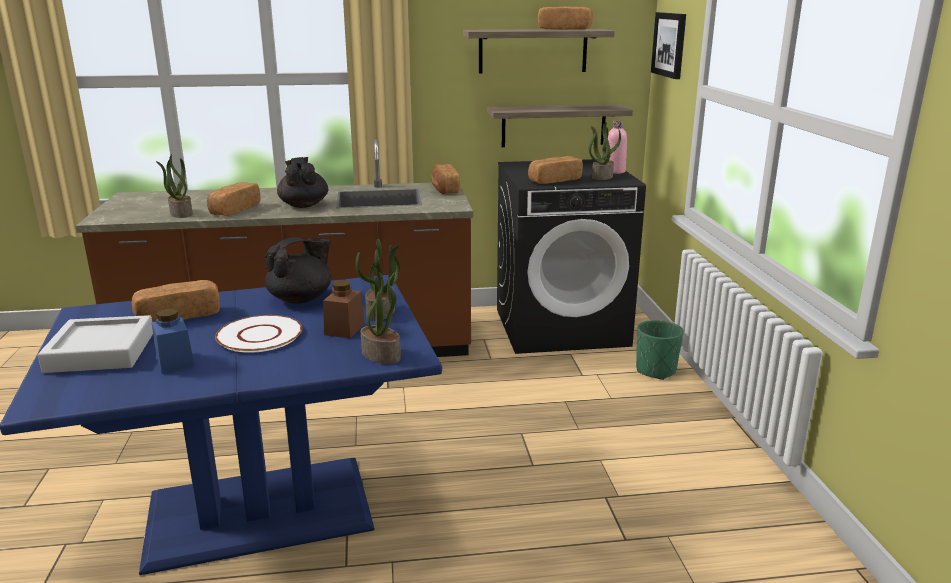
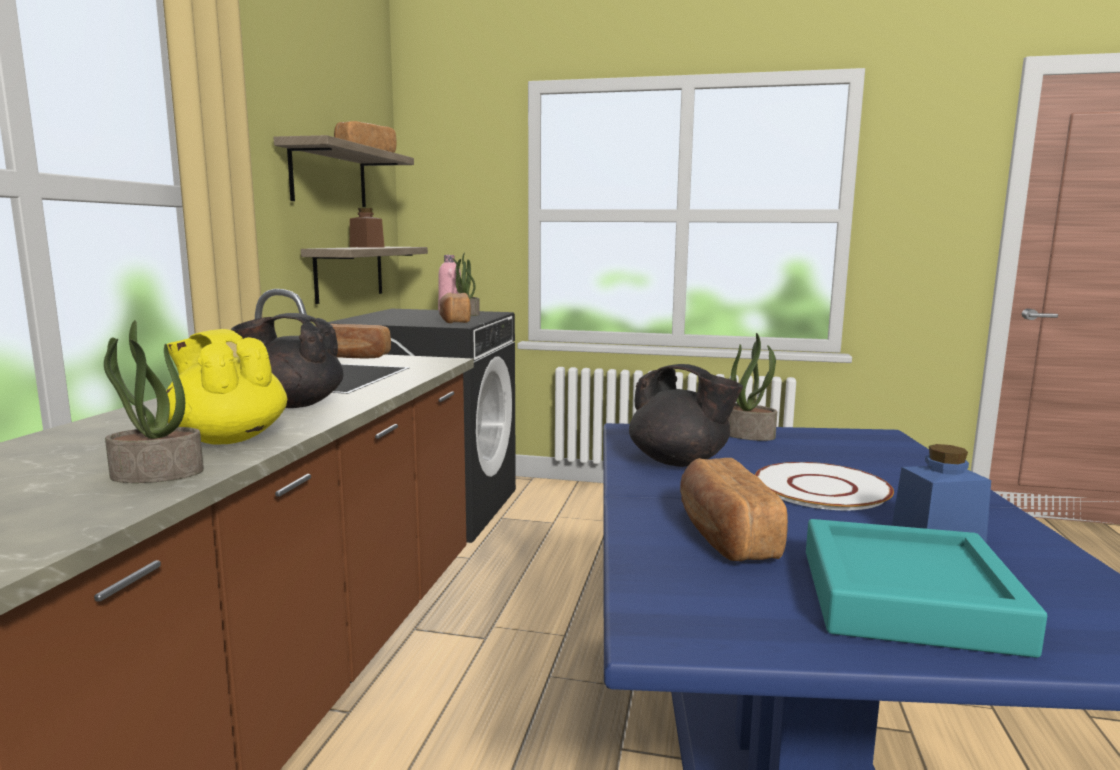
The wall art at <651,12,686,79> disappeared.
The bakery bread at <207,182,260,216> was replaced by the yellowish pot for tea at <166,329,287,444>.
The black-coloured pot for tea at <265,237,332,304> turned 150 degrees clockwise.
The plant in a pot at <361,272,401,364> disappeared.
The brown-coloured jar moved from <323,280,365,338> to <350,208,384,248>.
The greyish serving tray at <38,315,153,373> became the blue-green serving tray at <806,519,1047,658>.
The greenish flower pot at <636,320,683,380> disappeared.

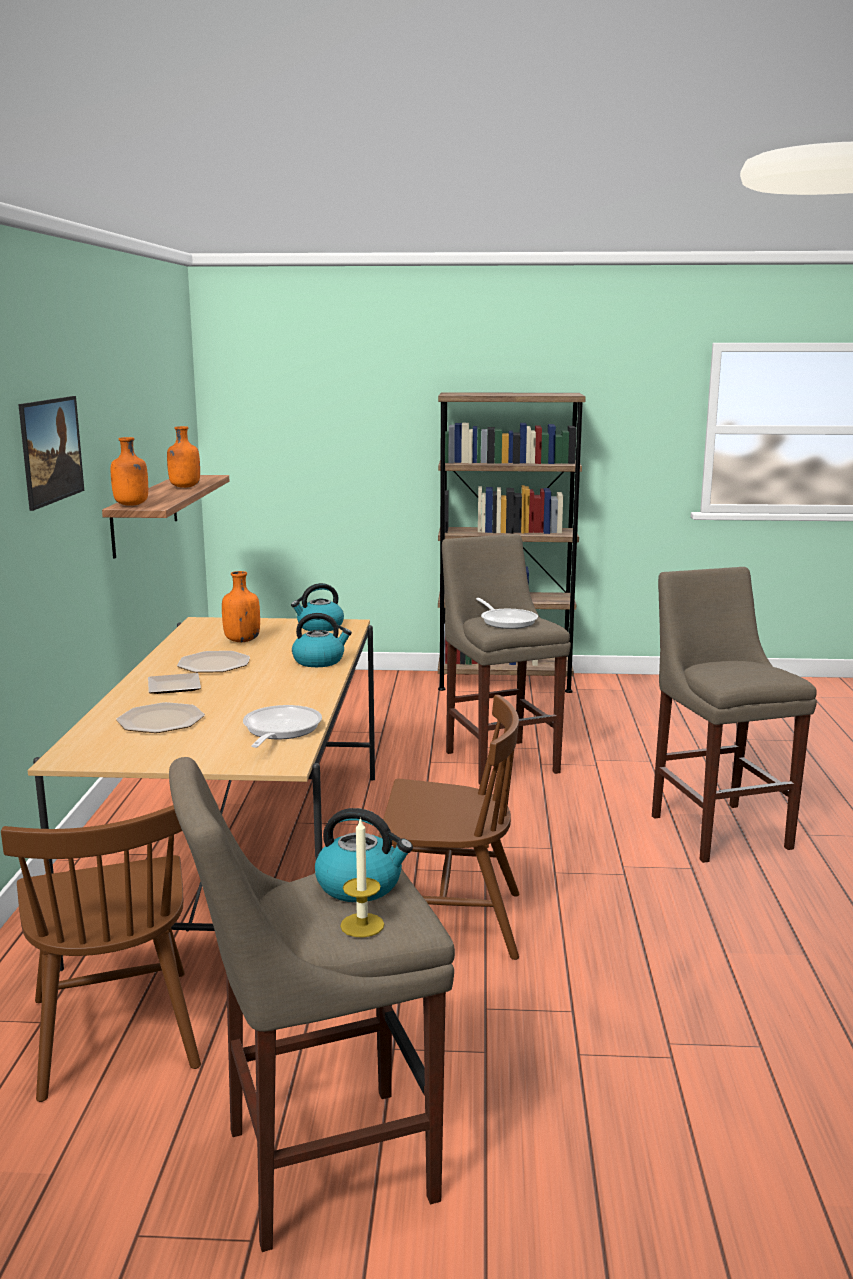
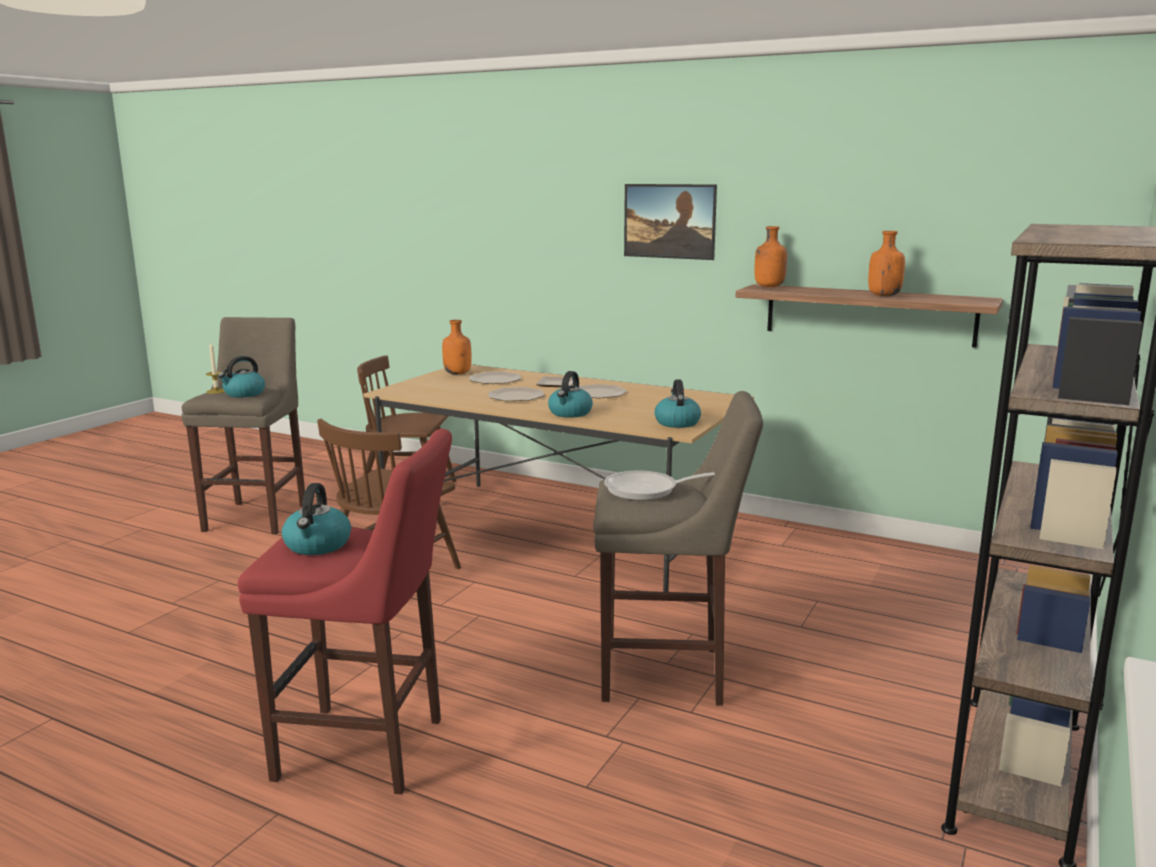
The beige sitting stool at <652,567,817,863> became the red sitting stool at <238,429,452,794>.
The orange drink bottle moved from <222,571,260,642> to <442,320,471,374>.
The skillet at <243,705,322,748> disappeared.
The dinner plate at <488,387,544,401> appeared.
The kettle at <282,483,351,555> appeared.

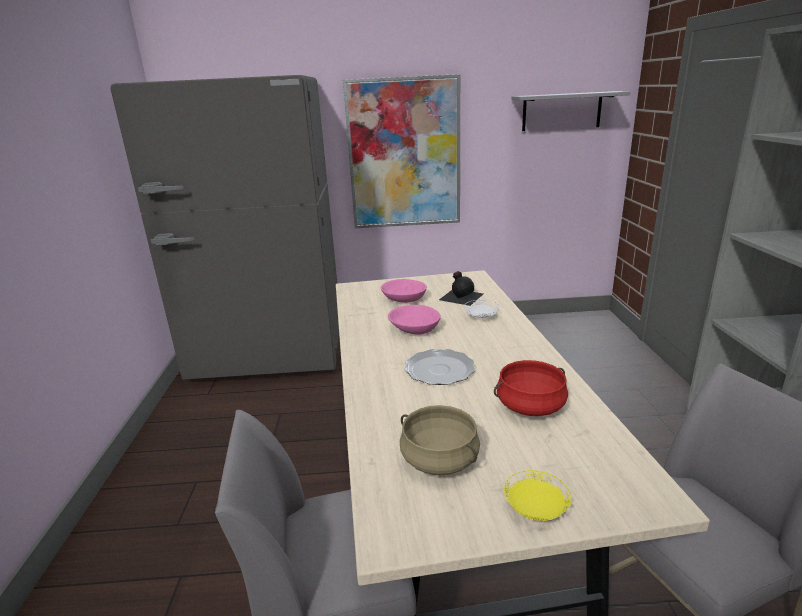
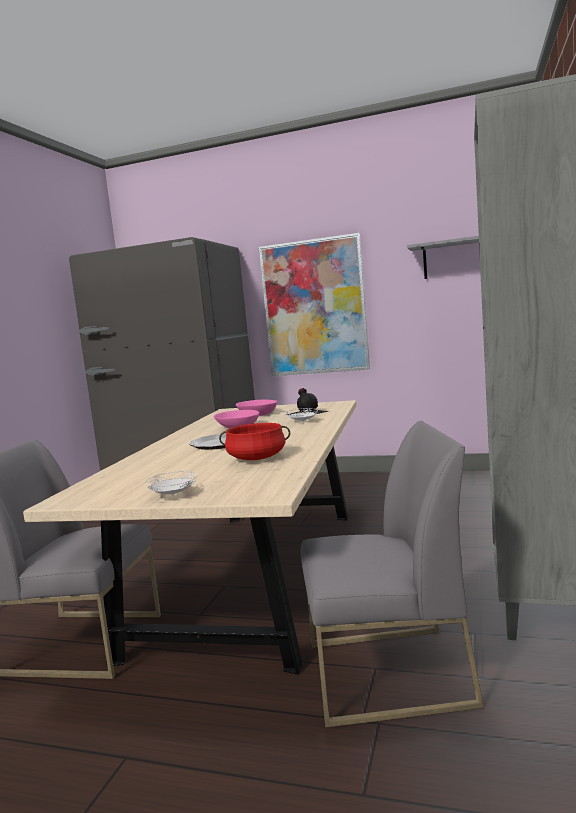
The beige cooking pot at <400,405,480,475> disappeared.
The yellowish dinner plate at <504,470,571,521> became the whitish dinner plate at <145,471,198,496>.

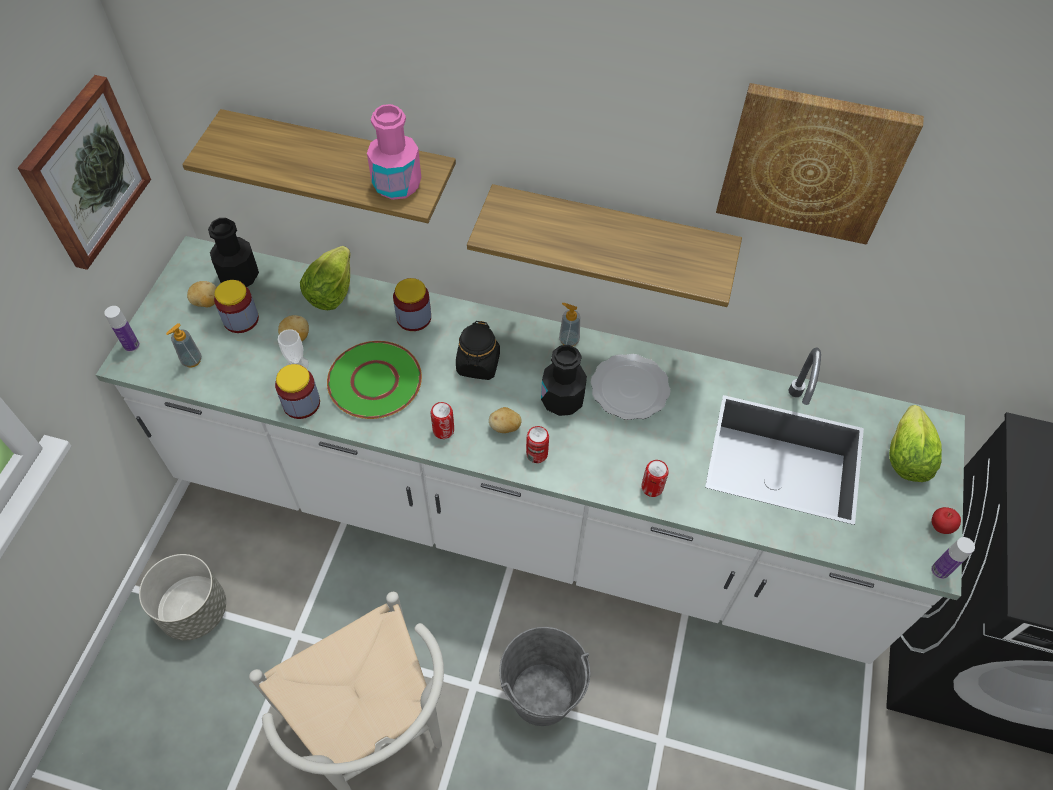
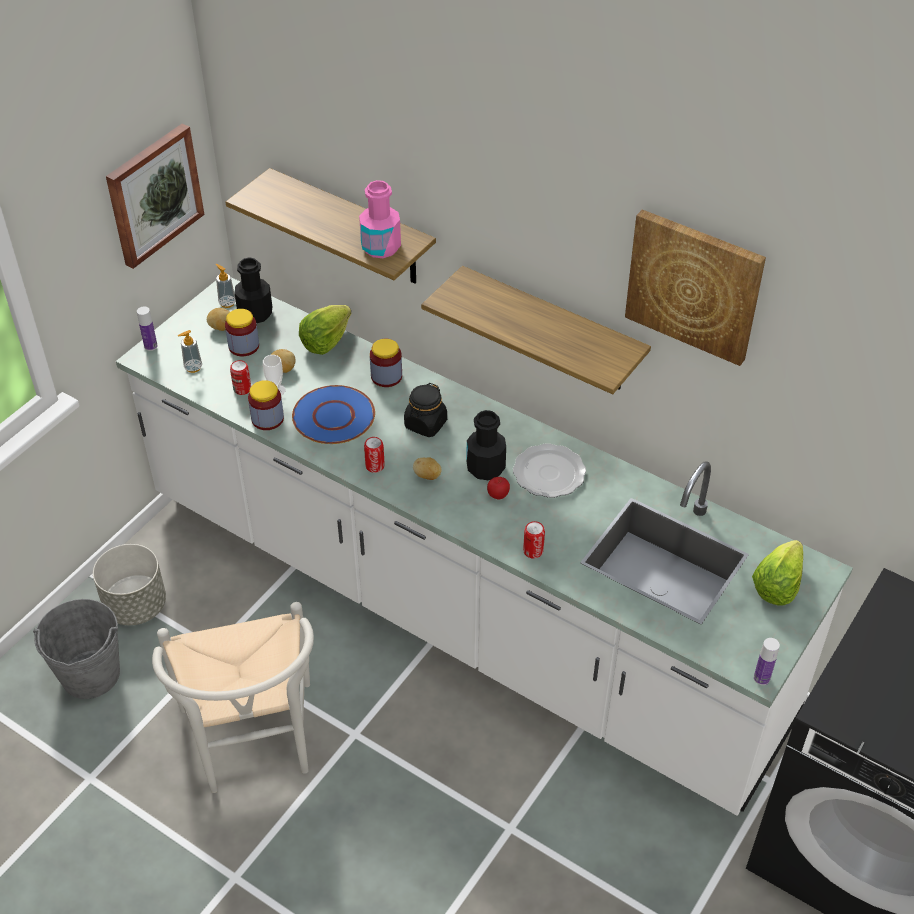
The soap dispenser moved from <559,303,580,346> to <215,264,236,308>.
The greenish dinner plate at <327,341,422,419> became the bluish dinner plate at <292,385,375,444>.
The can moved from <526,426,549,463> to <230,360,251,395>.
The apple moved from <932,507,961,534> to <487,477,510,500>.
The greyish bucket moved from <499,627,590,726> to <33,599,120,699>.

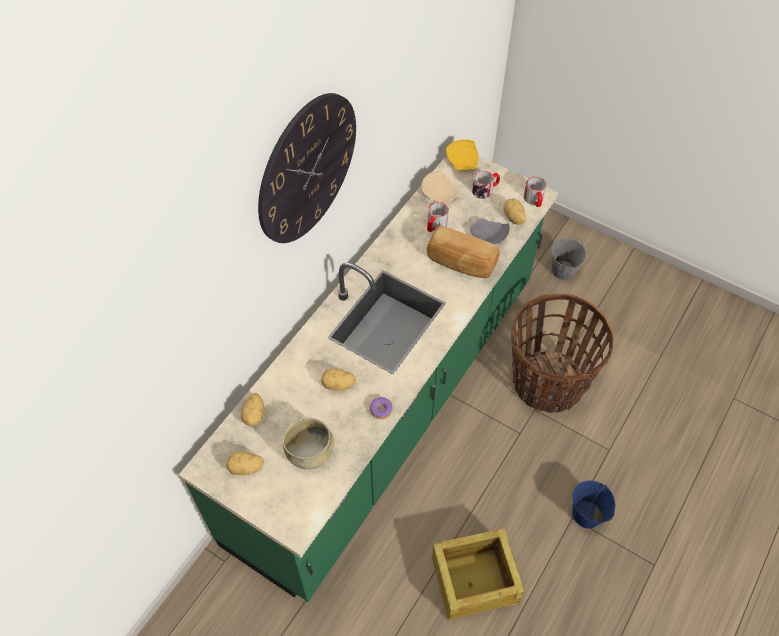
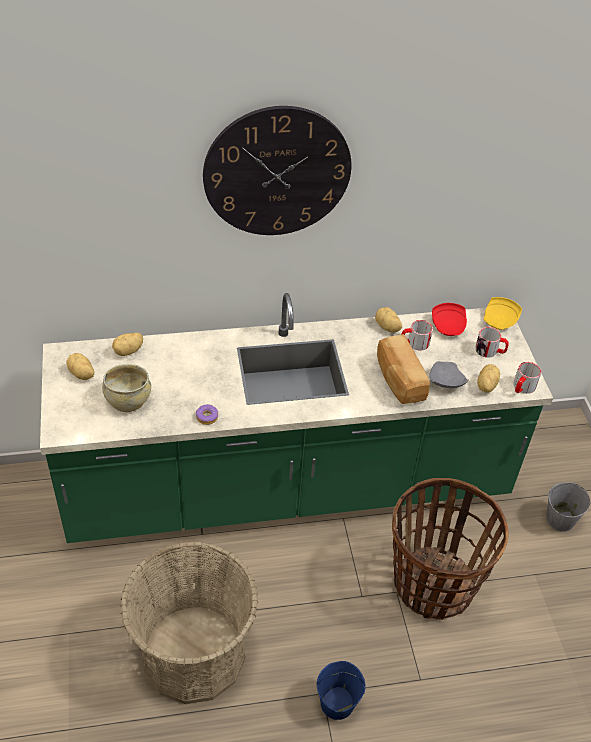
The beige dinner plate at <421,170,458,203> became the red dinner plate at <432,303,467,336>.
The whole potato moved from <321,368,356,391> to <375,307,402,333>.
The crate at <432,528,524,620> was replaced by the household basket at <120,541,258,704>.

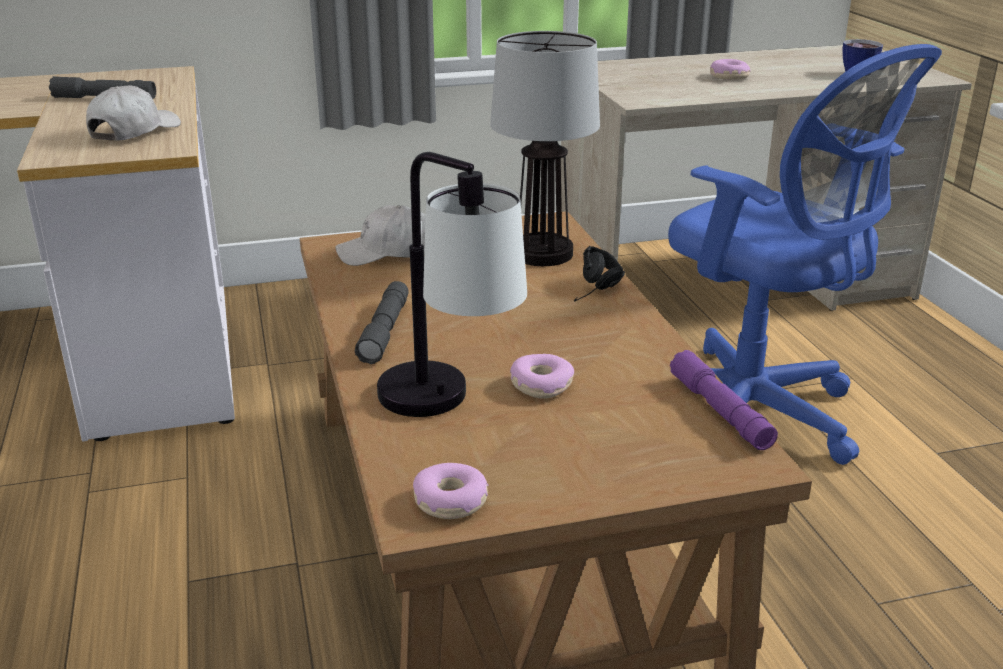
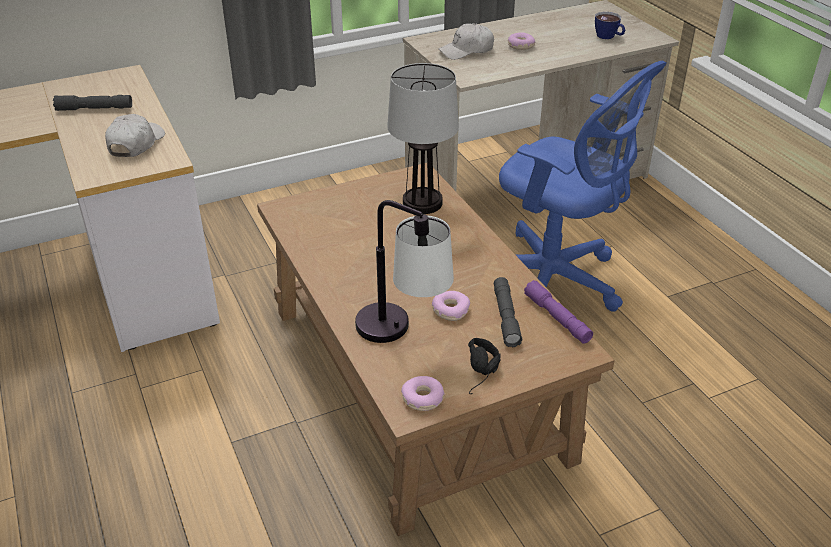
The whitish cap moved from <335,205,426,266> to <439,23,494,60>.
The black-coloured headphones moved from <574,246,625,302> to <468,338,501,394>.
The greyish hand torch moved from <355,281,409,364> to <494,277,523,347>.

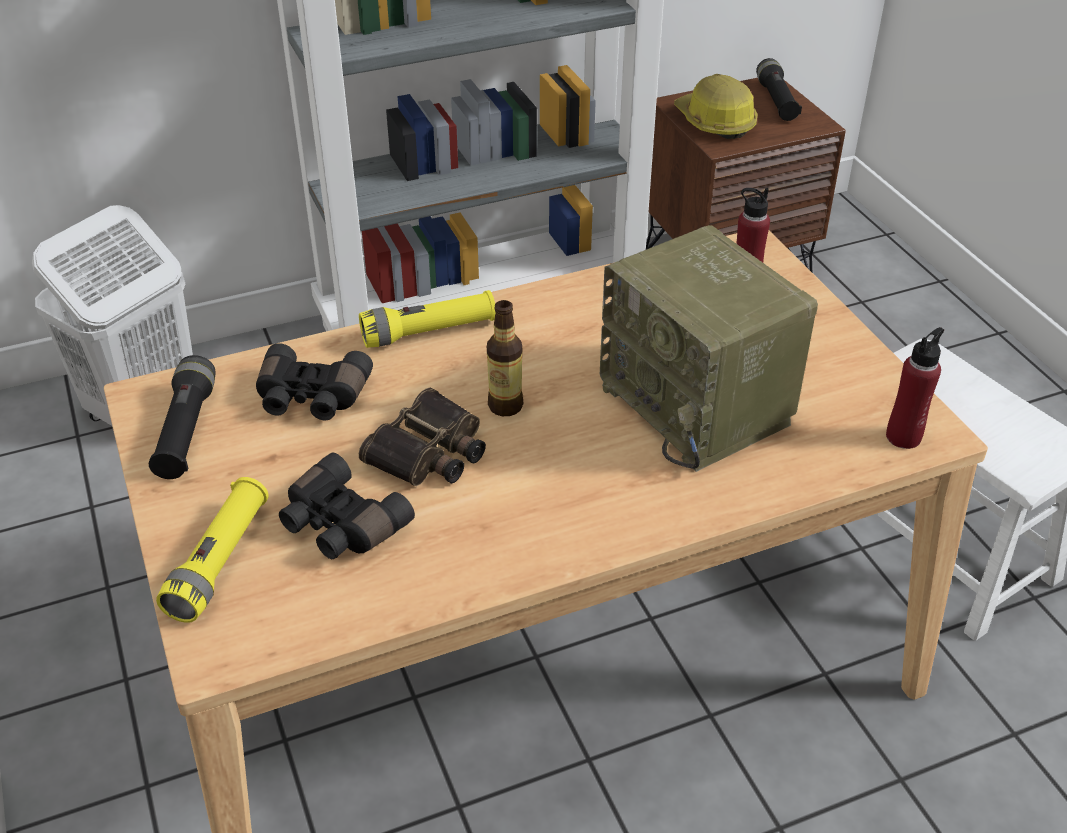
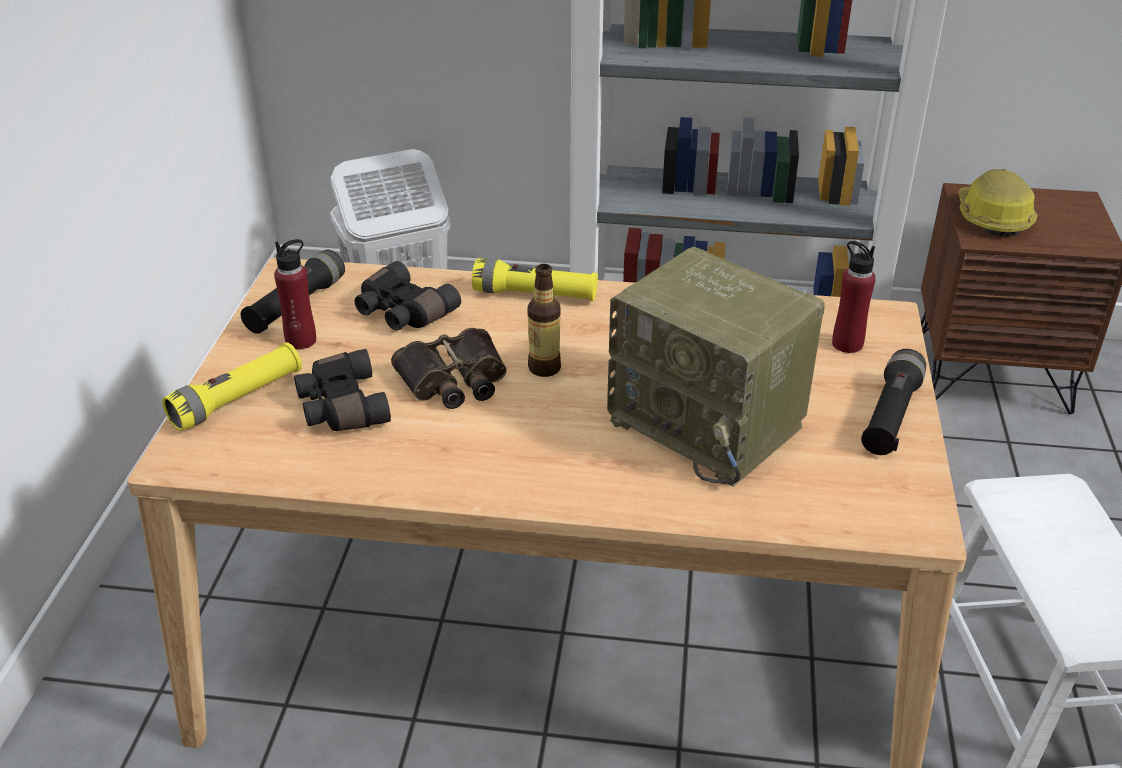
The black-coloured hand torch moved from <756,58,802,121> to <861,349,926,455>.
The radio set at <600,225,818,472> turned 45 degrees counterclockwise.
The red drink bottle moved from <886,327,944,449> to <274,239,316,350>.

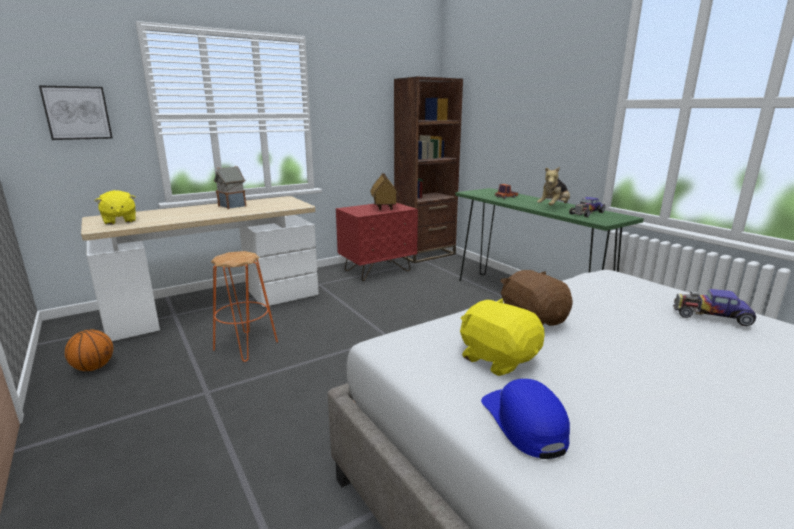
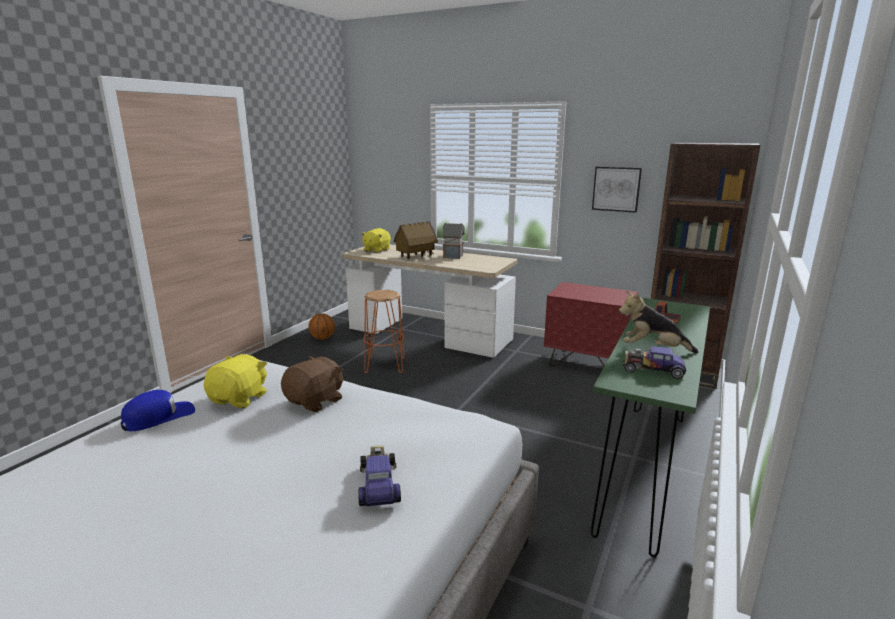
The wall art moved from <39,85,113,140> to <592,166,642,213>.
The miniature house moved from <370,173,400,210> to <394,221,438,259>.

